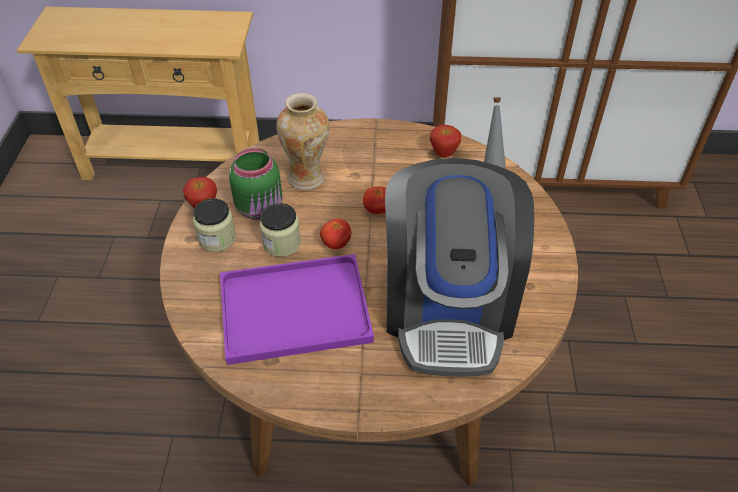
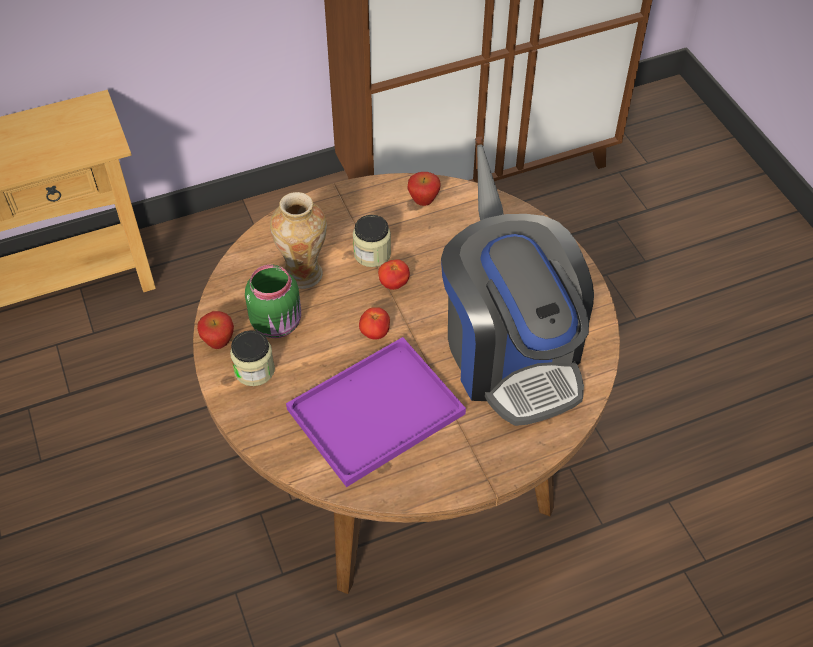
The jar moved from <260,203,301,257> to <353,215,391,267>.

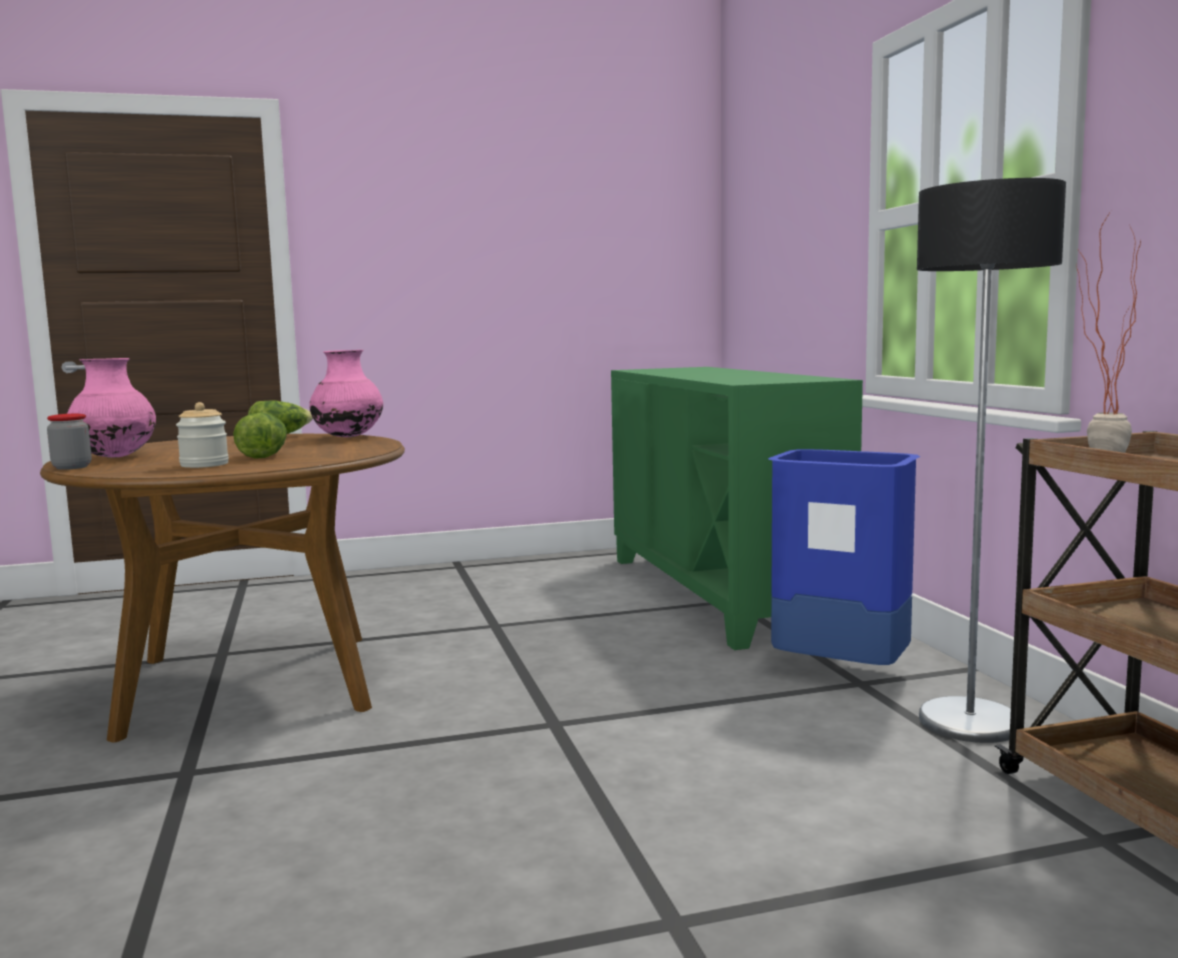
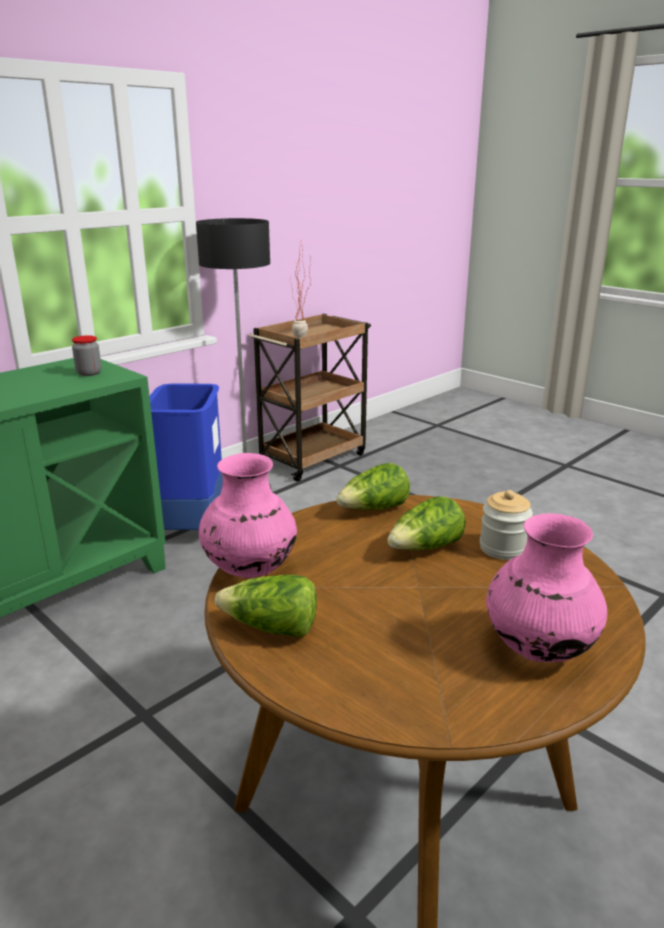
The jar moved from <47,414,91,470> to <72,335,101,376>.
The head of lettuce at <336,463,410,510> appeared.

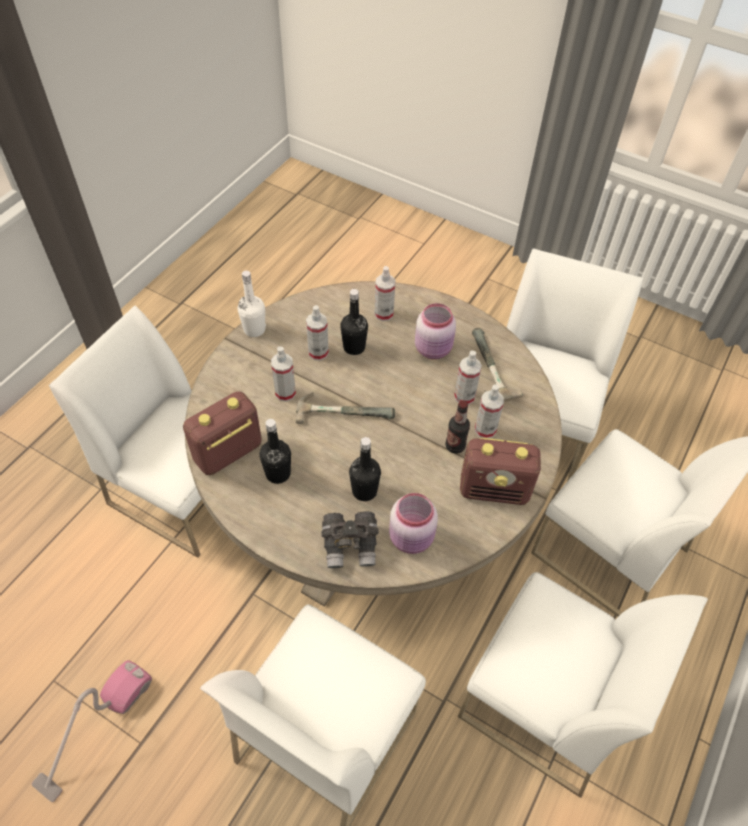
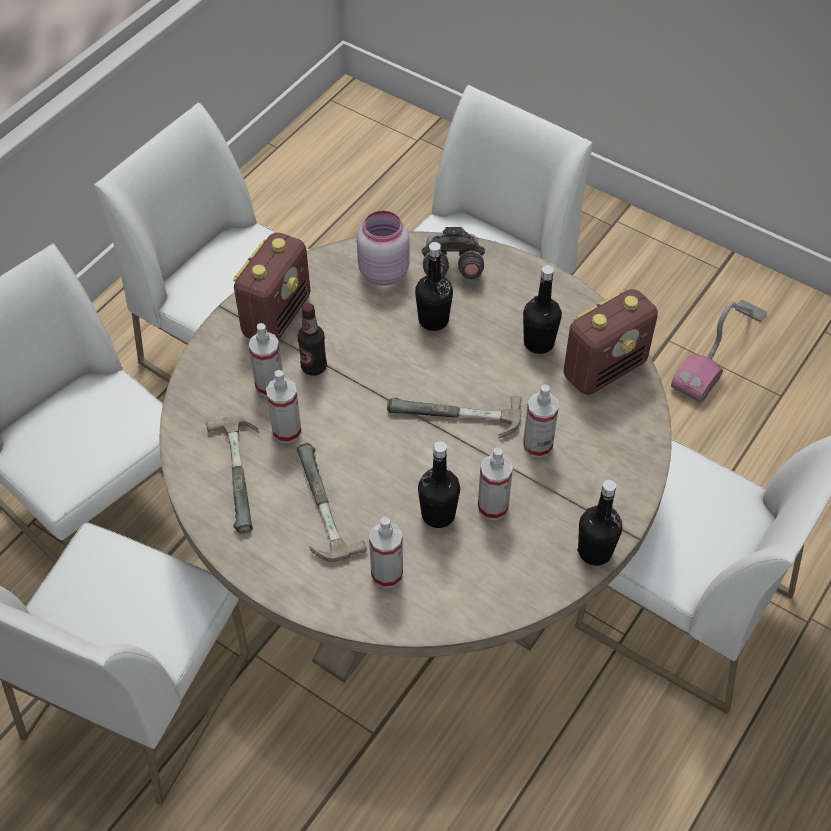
The whitish drink bottle at <238,271,266,337> became the black-coloured drink bottle at <577,480,622,566>.
The pink jar at <415,303,456,359> was replaced by the hand hammer at <297,443,367,562>.
The radio set at <460,438,541,505> turned 105 degrees clockwise.

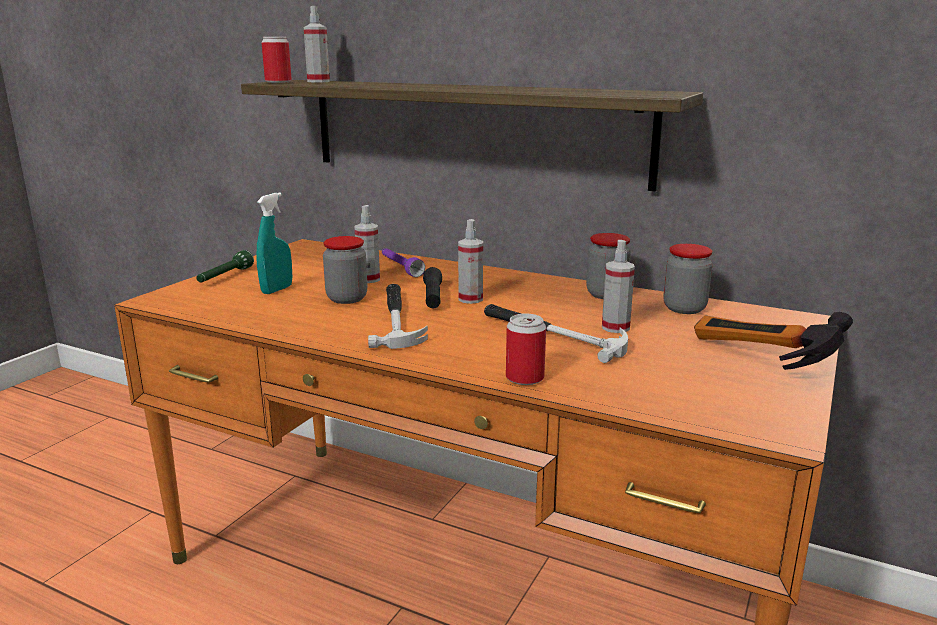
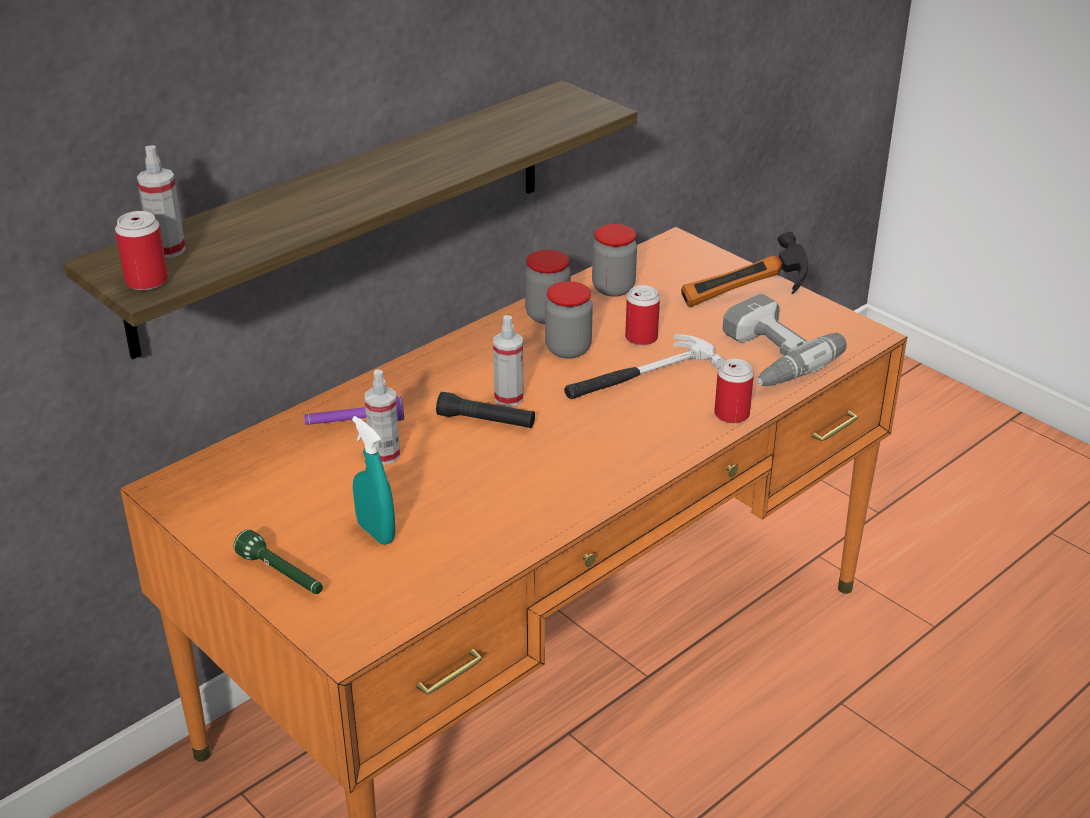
The jar moved from <323,236,367,304> to <545,281,593,359>.
The hand sprayer at <602,240,635,333> was replaced by the can at <625,285,660,345>.
The hand hammer at <368,284,428,349> disappeared.
The drill at <722,294,846,386> appeared.

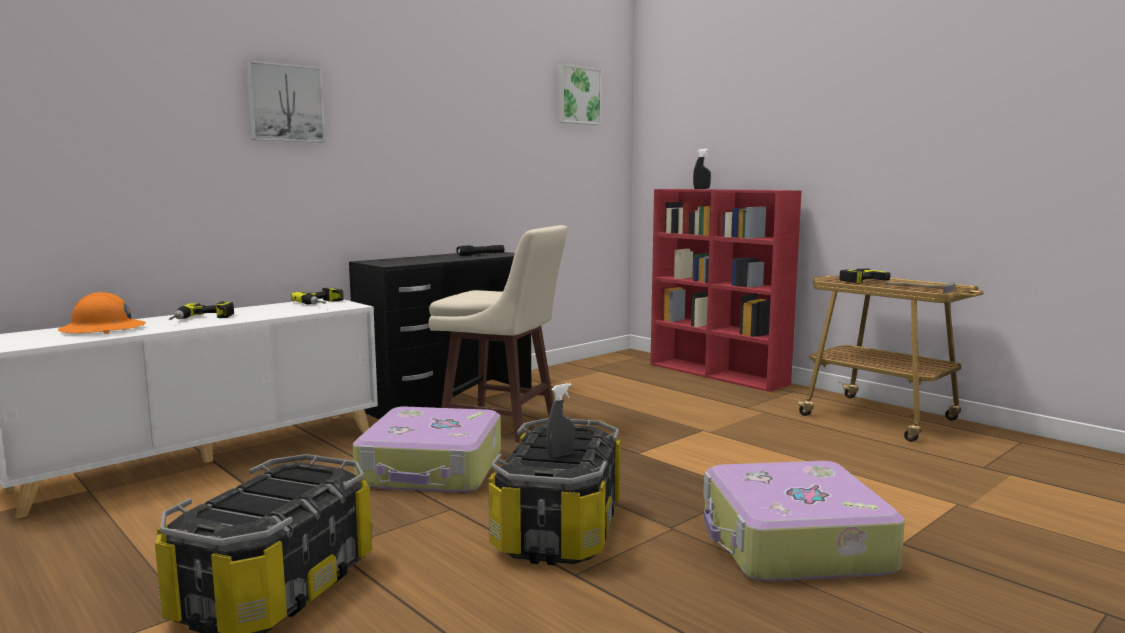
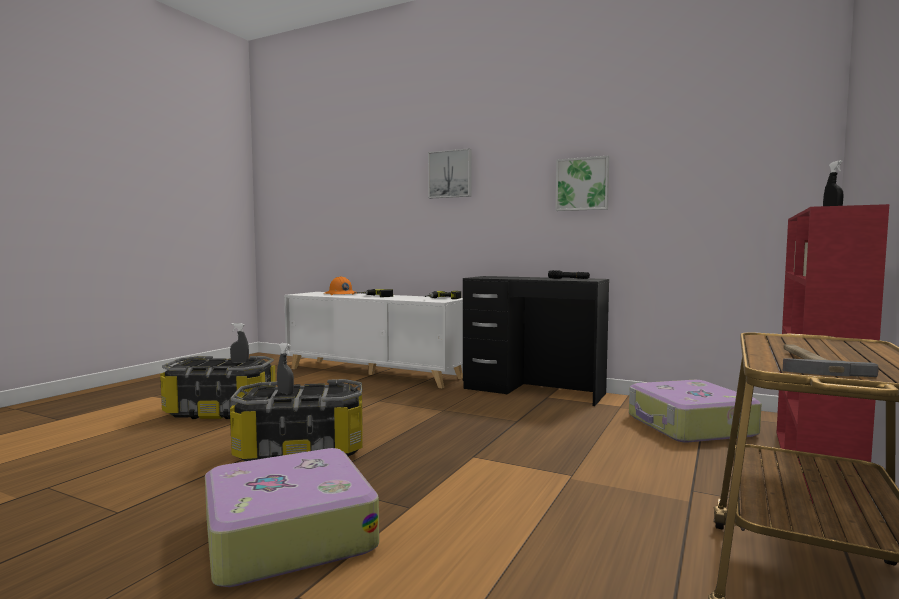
The wall art moved from <558,64,602,125> to <556,156,609,211>.
The beige sitting stool at <429,225,567,443> disappeared.
The drill at <839,268,891,283> disappeared.
The piece of luggage moved from <353,407,501,493> to <629,380,762,442>.
The greyish hand sprayer at <230,323,249,363> appeared.

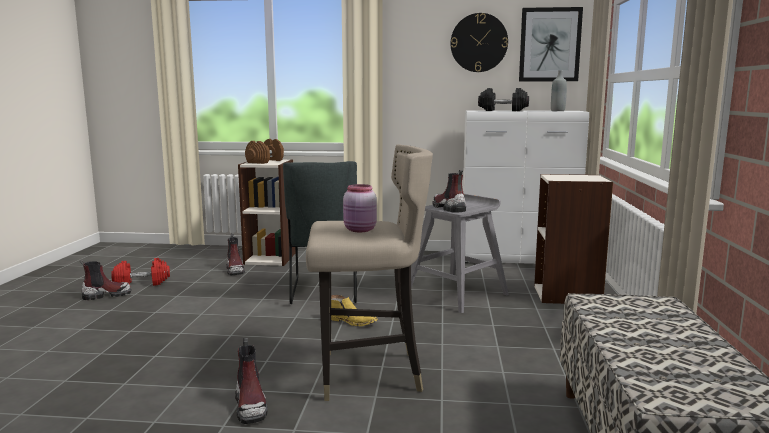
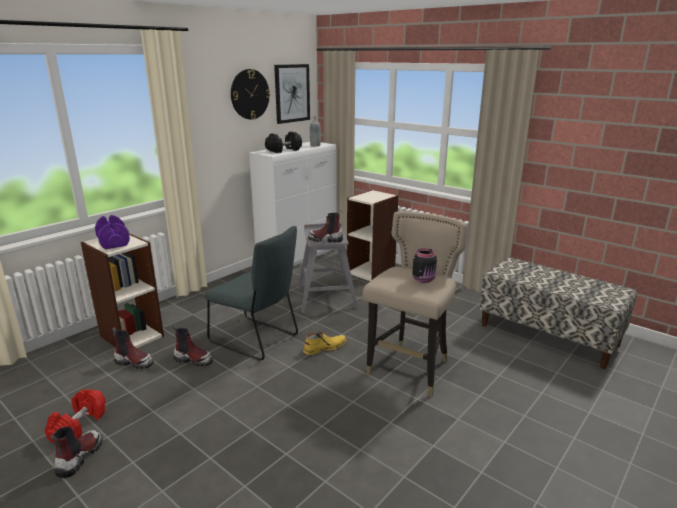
The brown-coloured free weight at <245,139,284,164> became the purple free weight at <95,215,130,249>.
The pink jar at <343,184,377,232> became the black-coloured jar at <412,248,437,283>.
The high-top boot moved from <235,338,268,424> to <172,325,213,366>.

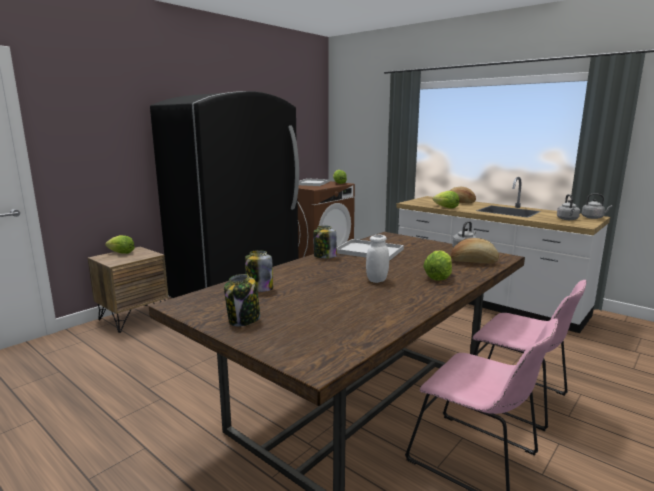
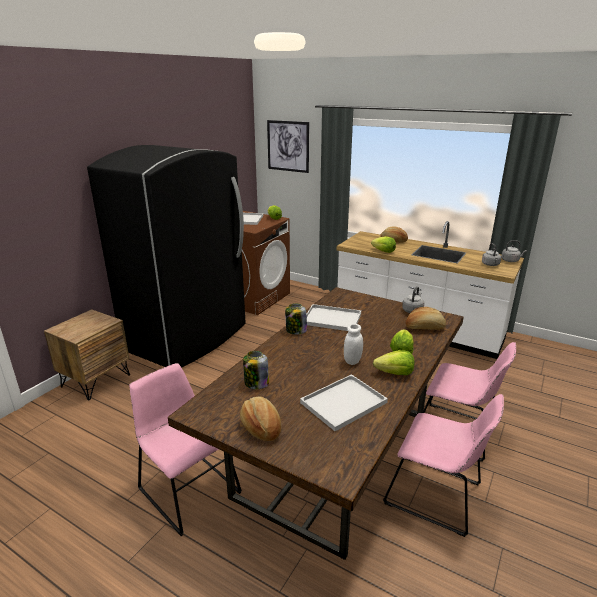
The head of lettuce moved from <105,235,135,254> to <373,350,414,375>.
The jar at <224,274,260,327> was replaced by the bakery bread at <240,396,281,441>.
The wall art at <267,120,309,173> appeared.
The pink upright chair at <129,363,242,536> appeared.
The whitish serving tray at <300,374,388,431> appeared.

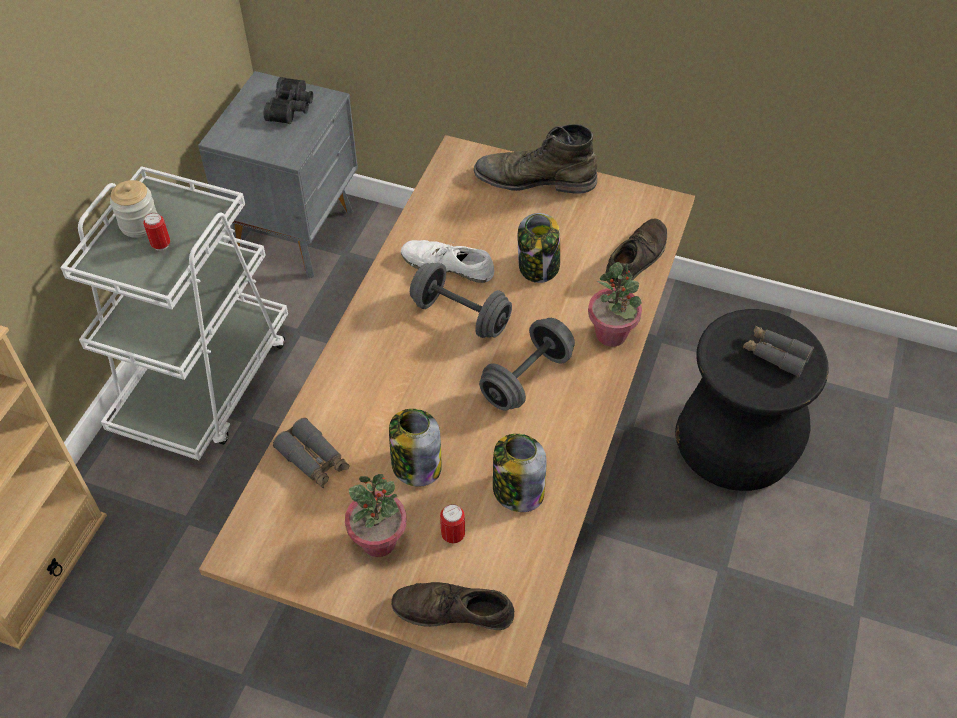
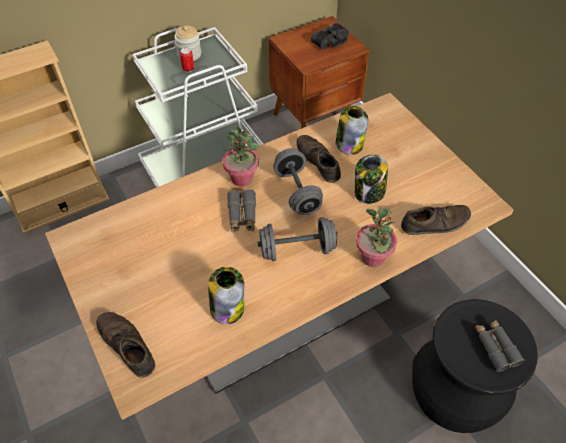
The greyish bedside table at <198,71,358,278> became the brown-coloured bedside table at <269,16,370,129>.
The greenish high-top boot at <474,124,597,194> disappeared.
The whitish low shoe at <401,240,494,283> became the brown-coloured low shoe at <296,135,341,183>.
The jar moved from <389,409,442,487> to <336,106,368,155>.
The greyish binoculars moved from <273,418,349,488> to <227,189,256,233>.
The plant in a pot moved from <345,474,406,557> to <223,127,259,187>.
The can at <440,504,465,544> disappeared.

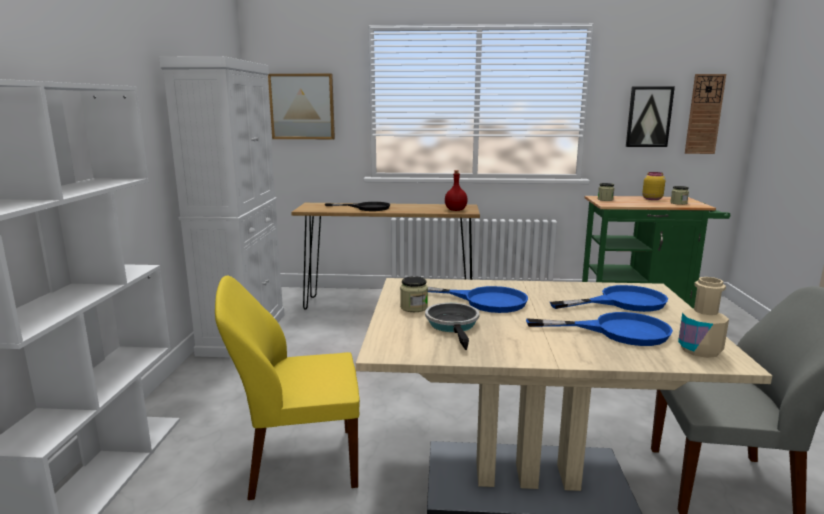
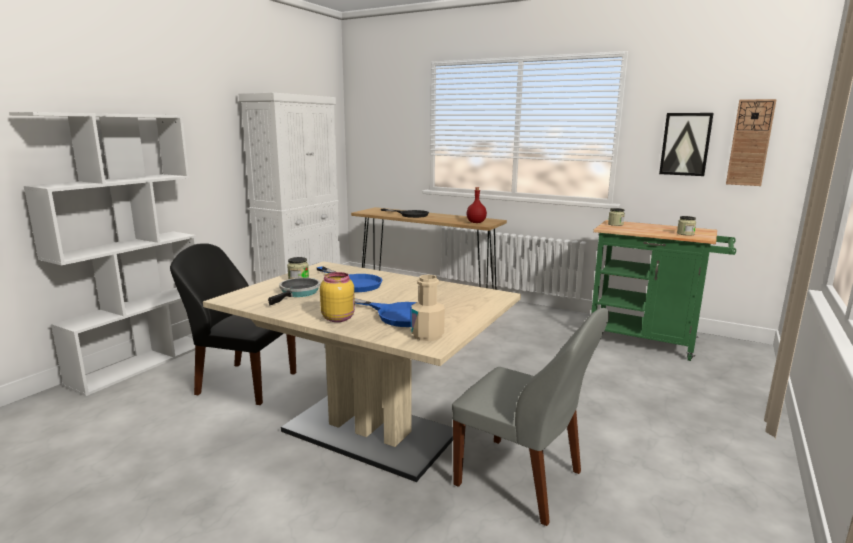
The wall art at <268,74,335,139> disappeared.
The yellowish jar moved from <642,172,665,200> to <320,272,355,322>.
The yellowish upright chair at <215,276,360,500> became the black-coloured upright chair at <170,243,296,405>.
The bluish skillet at <550,285,668,312> disappeared.

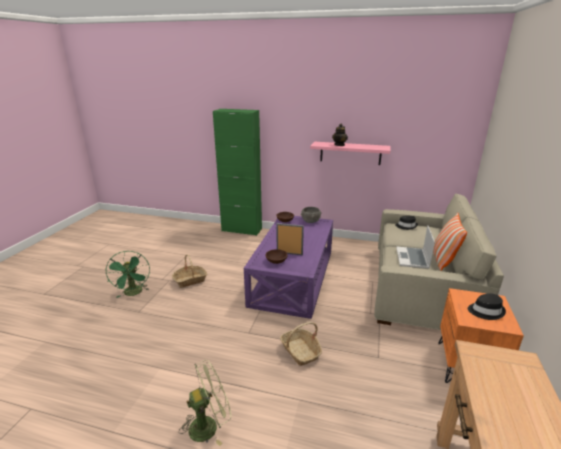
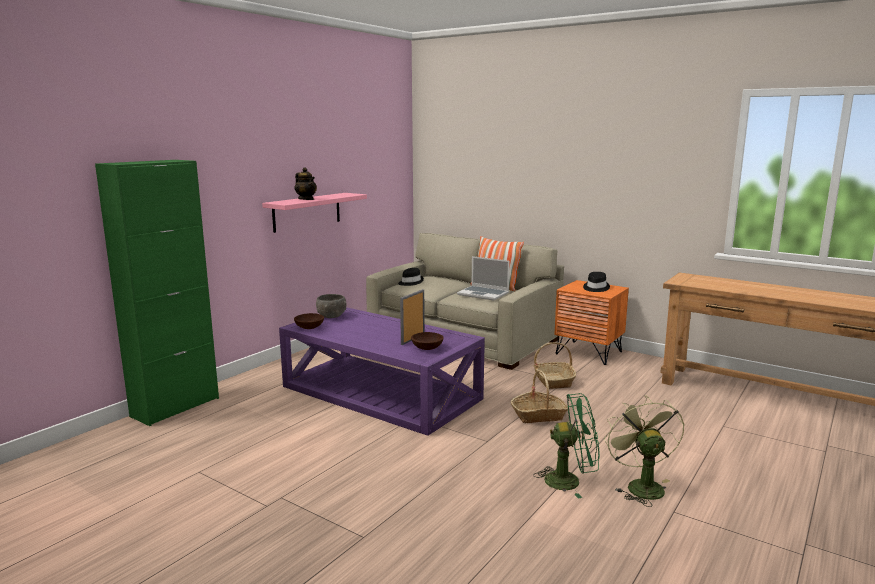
The greenish electric fan moved from <105,251,150,298> to <533,393,600,499>.
The household basket moved from <172,254,207,288> to <533,342,576,389>.

